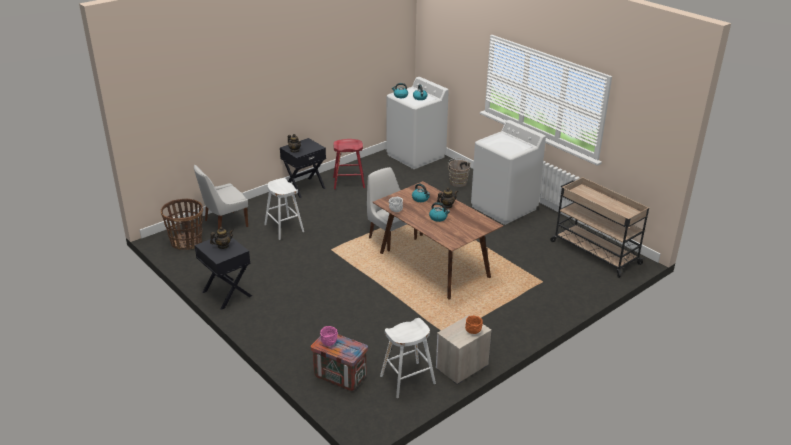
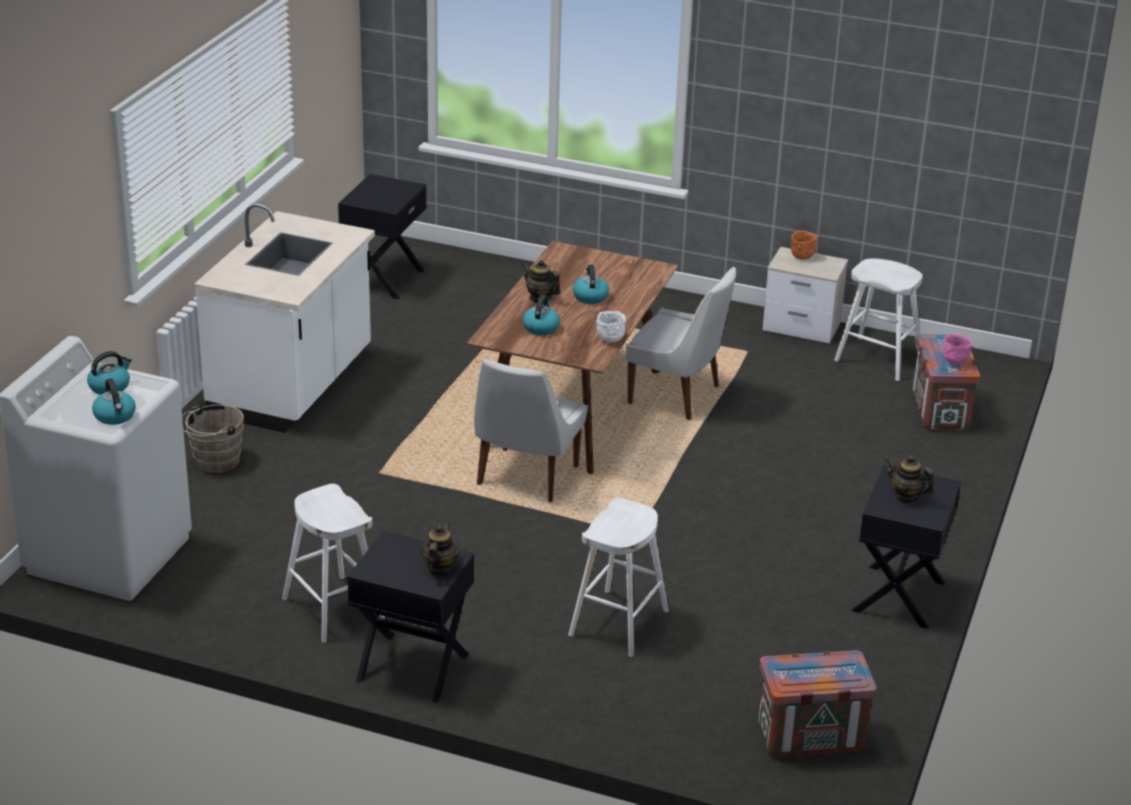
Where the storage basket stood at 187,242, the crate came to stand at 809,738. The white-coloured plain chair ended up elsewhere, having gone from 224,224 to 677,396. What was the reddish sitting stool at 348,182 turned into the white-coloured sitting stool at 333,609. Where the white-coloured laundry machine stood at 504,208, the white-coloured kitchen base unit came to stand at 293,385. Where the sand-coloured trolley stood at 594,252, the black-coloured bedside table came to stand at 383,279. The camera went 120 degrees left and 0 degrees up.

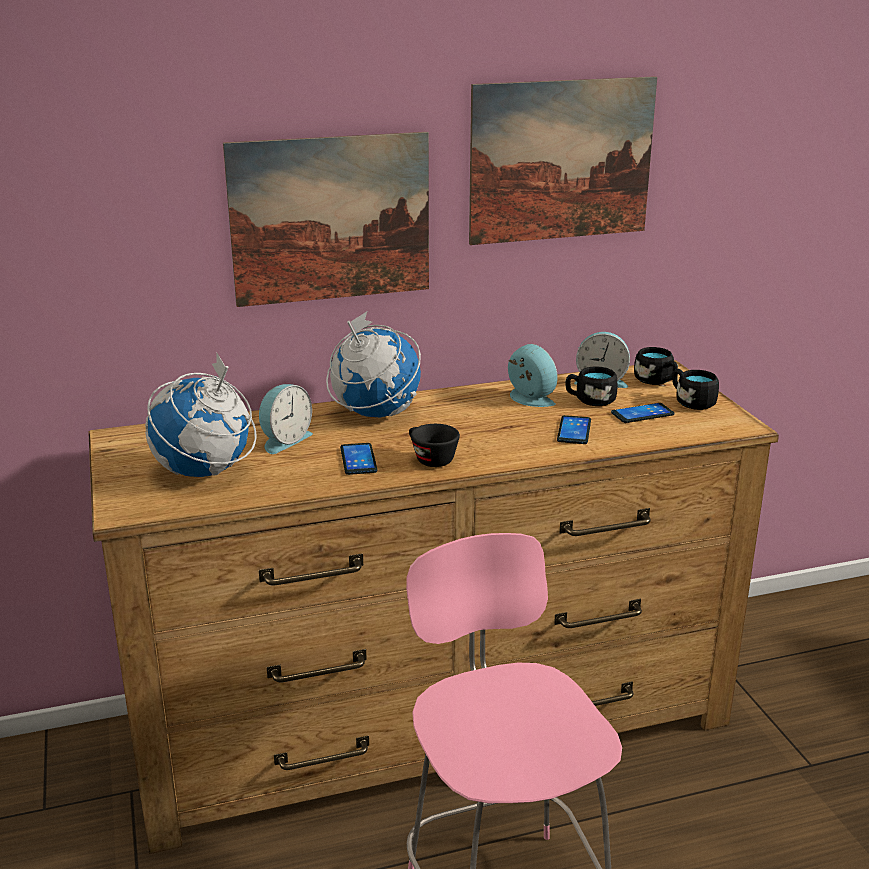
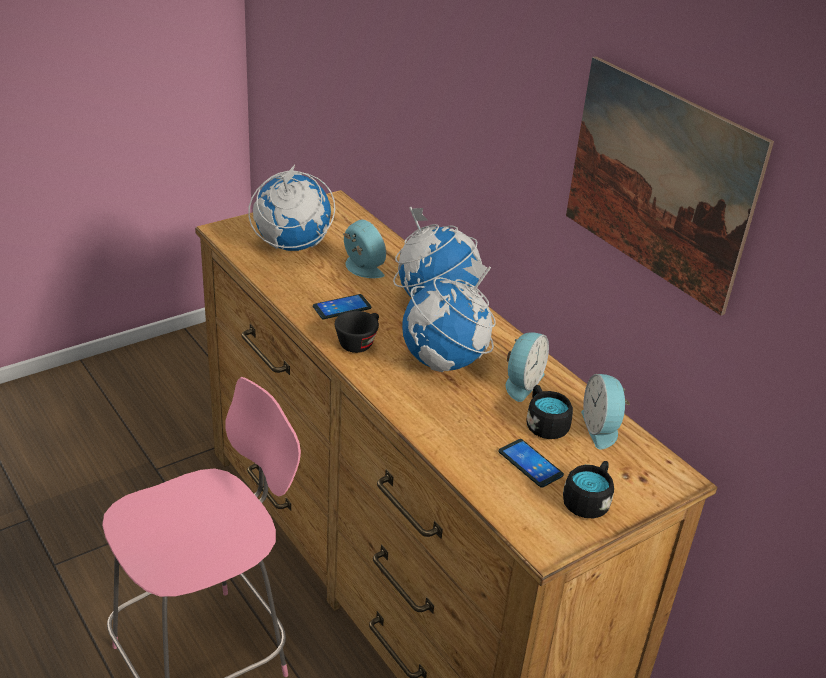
The second view lost the wall picture at 331,219. The alarm clock at 284,440 ended up facing another way, 150 degrees counterclockwise from before. The second view lost the phone at 574,431. The second view lost the black-coloured coffee mug at 656,381. The second view gained the world globe at 445,362. The camera went 70 degrees right and 10 degrees up.

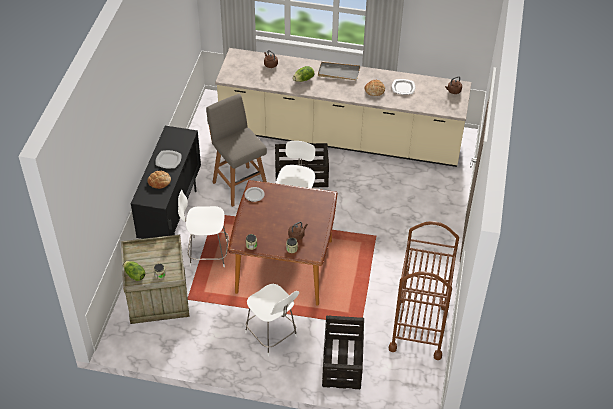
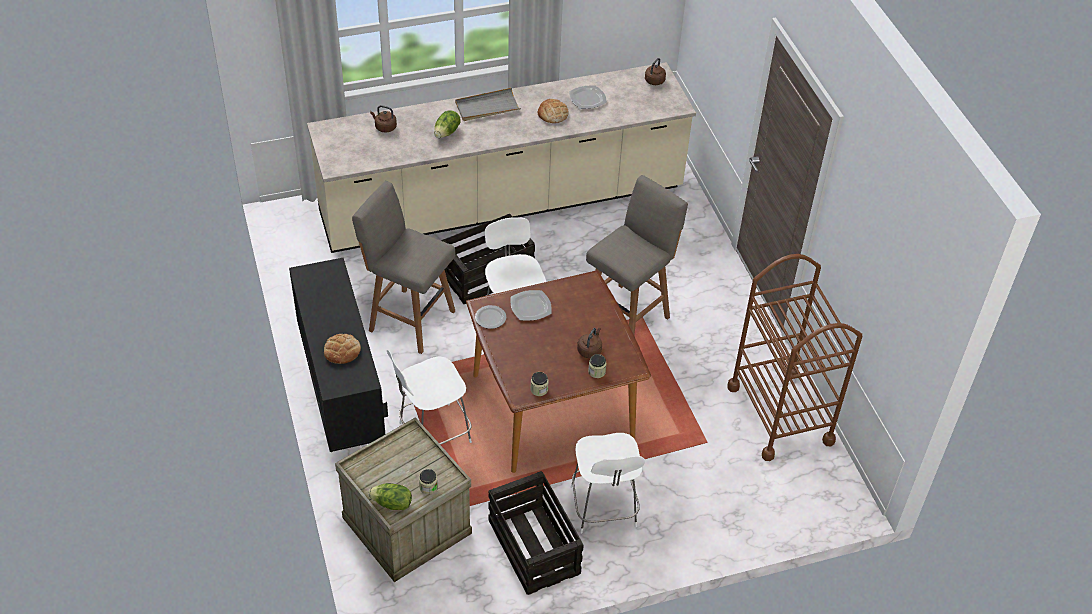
The plate ended up elsewhere, having gone from 168,160 to 530,307. The white-coloured plain chair at 272,336 ended up facing another way, 60 degrees clockwise from before. The crate ended up elsewhere, having gone from 342,361 to 533,546. The second view gained the greyish sitting stool at 627,315. The camera went 30 degrees left and 0 degrees up.

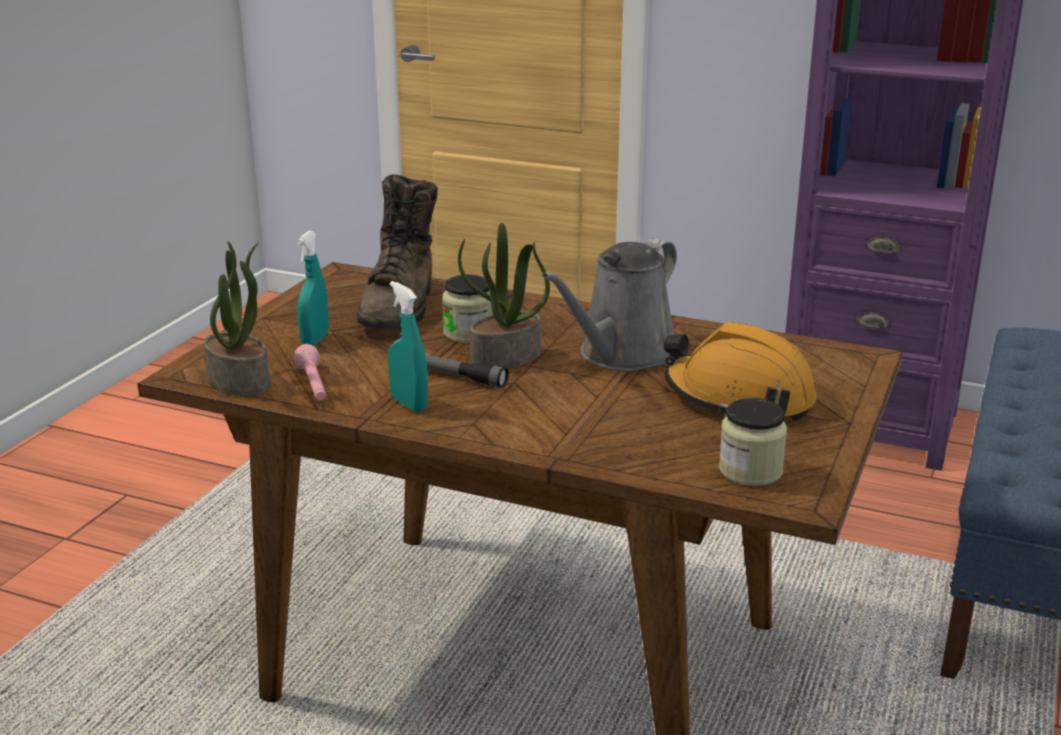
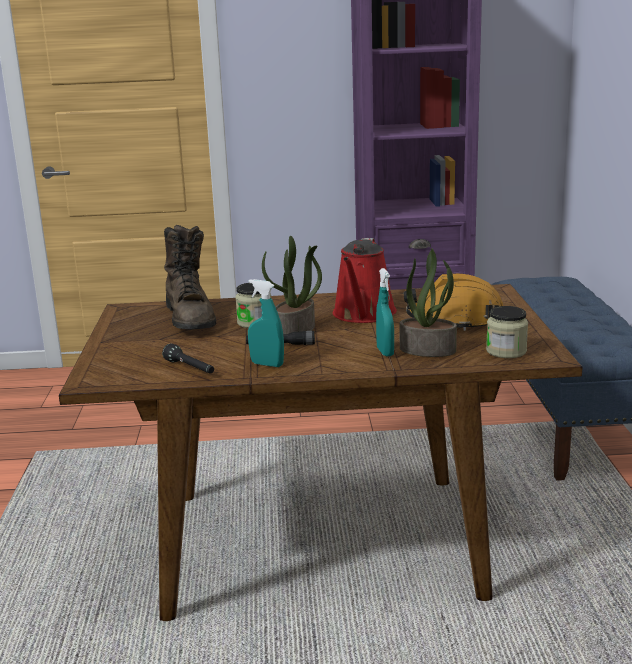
The plant in a pot ended up elsewhere, having gone from 240,381 to 428,350. What was the pink torch at 314,386 turned into the black-coloured torch at 190,369. The turquoise sprayer ended up elsewhere, having gone from 315,340 to 385,352. What was the greyish sprinkling can at 622,355 turned into the reddish sprinkling can at 363,315. The camera went 25 degrees left and 5 degrees down.

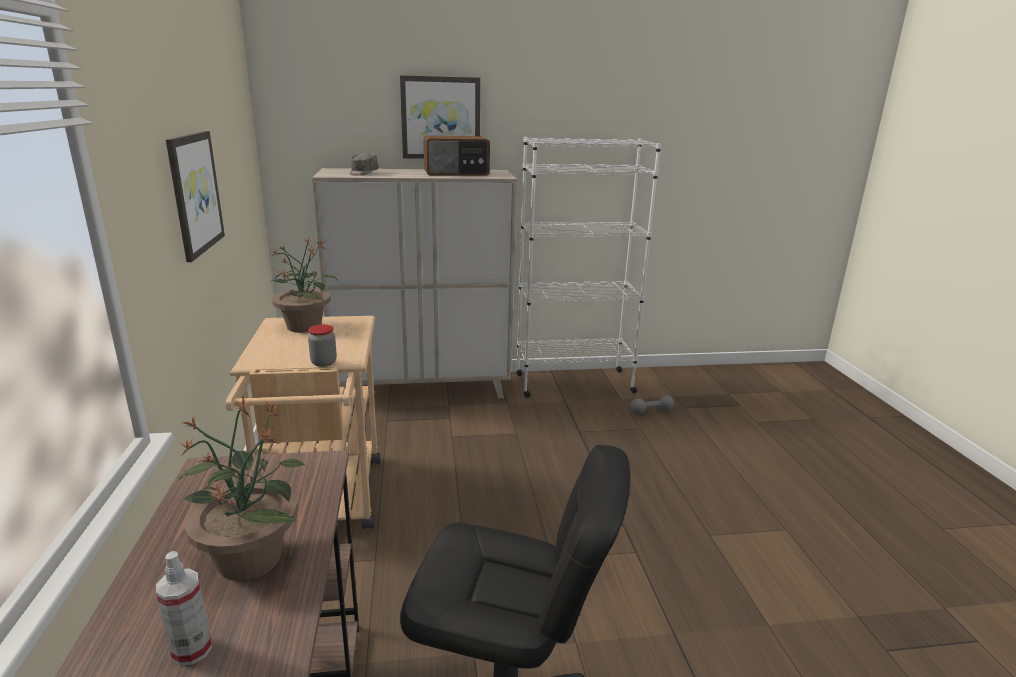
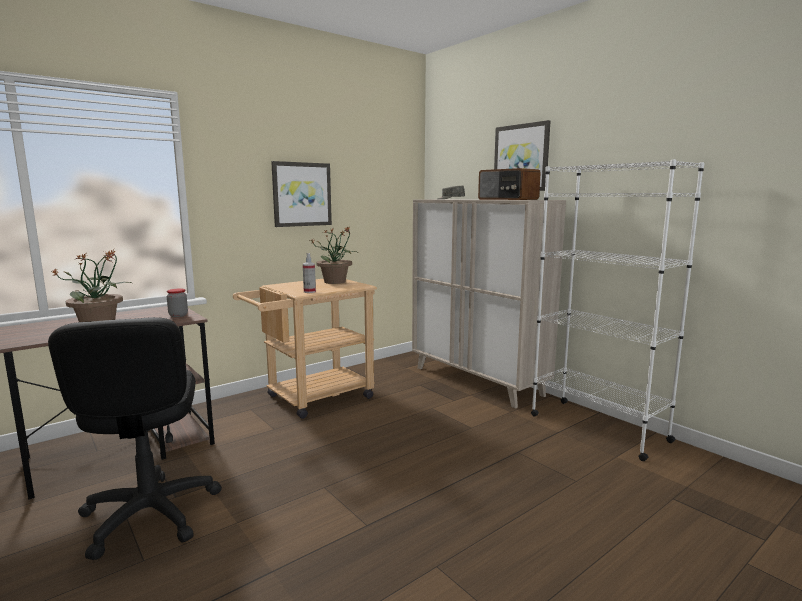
The sprayer ended up elsewhere, having gone from 192,650 to 309,291. The storage jar ended up elsewhere, having gone from 324,362 to 178,315. The second view lost the greyish free weight at 651,411. The camera went 60 degrees right and 10 degrees down.

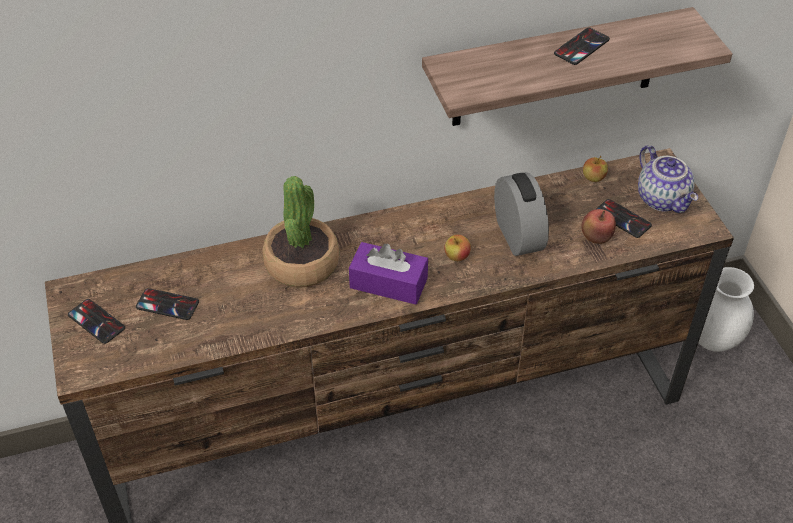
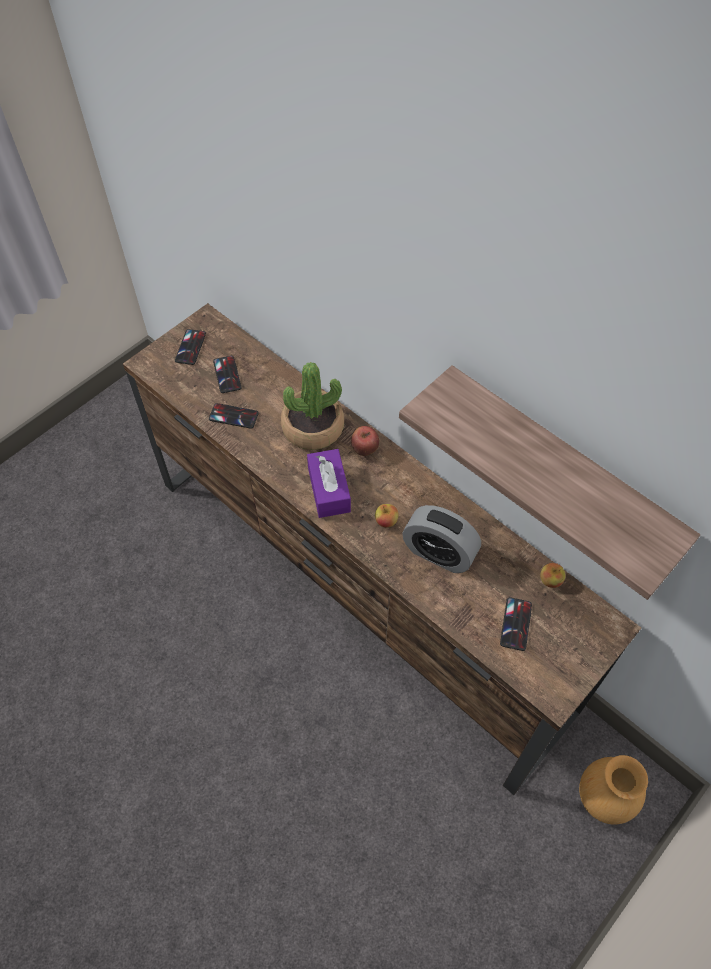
The alarm clock at 518,235 ended up facing another way, 75 degrees clockwise from before. The phone ended up elsewhere, having gone from 581,47 to 233,416. The whole apple ended up elsewhere, having gone from 596,239 to 364,450. The second view lost the pot for tea at 663,199. What was the white-coloured decorative vase at 713,340 turned into the brownish decorative vase at 603,799. The camera went 60 degrees right and 10 degrees up.

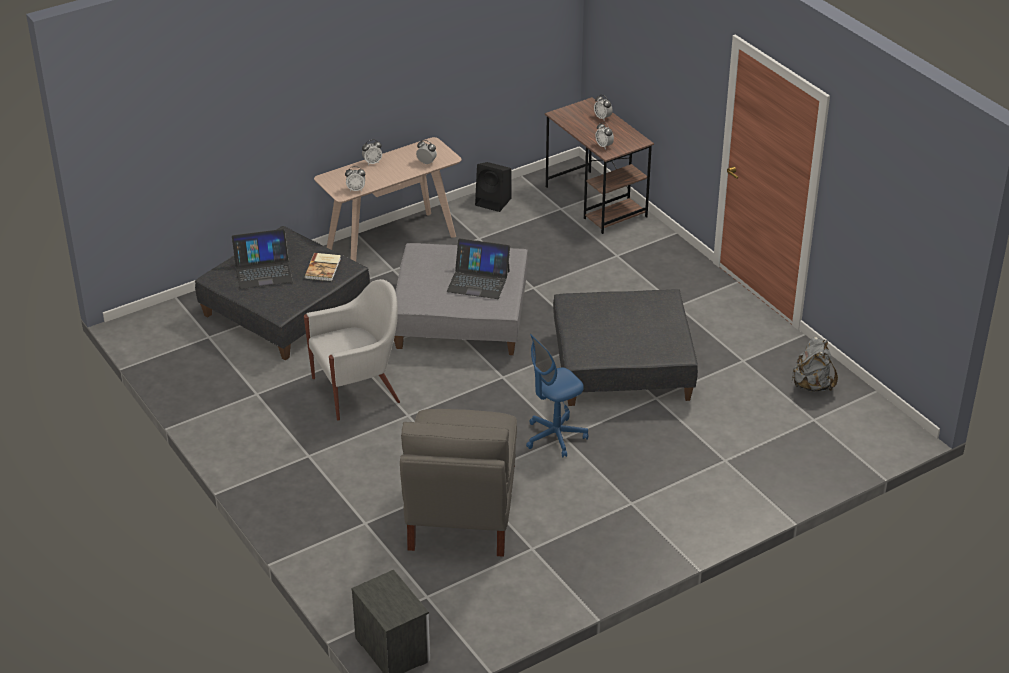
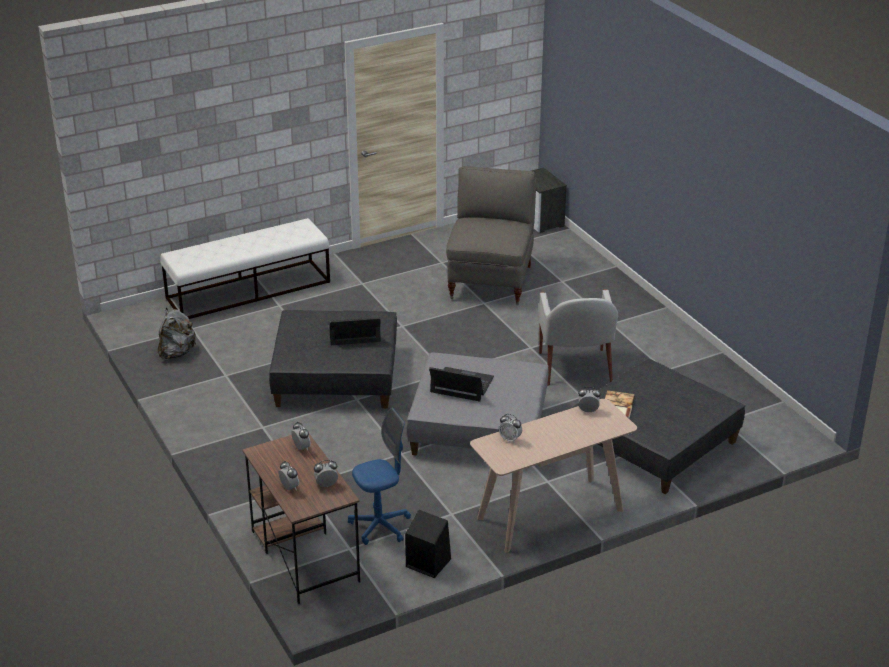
The laptop ended up elsewhere, having gone from 263,271 to 354,332. The white-coloured easy chair at 358,390 ended up facing another way, 75 degrees counterclockwise from before. The alarm clock ended up elsewhere, having gone from 372,162 to 326,485. The bluish computer chair ended up elsewhere, having gone from 555,437 to 380,526. The second view gained the white-coloured indoor bench at 249,290. The camera went 175 degrees left and 5 degrees down.

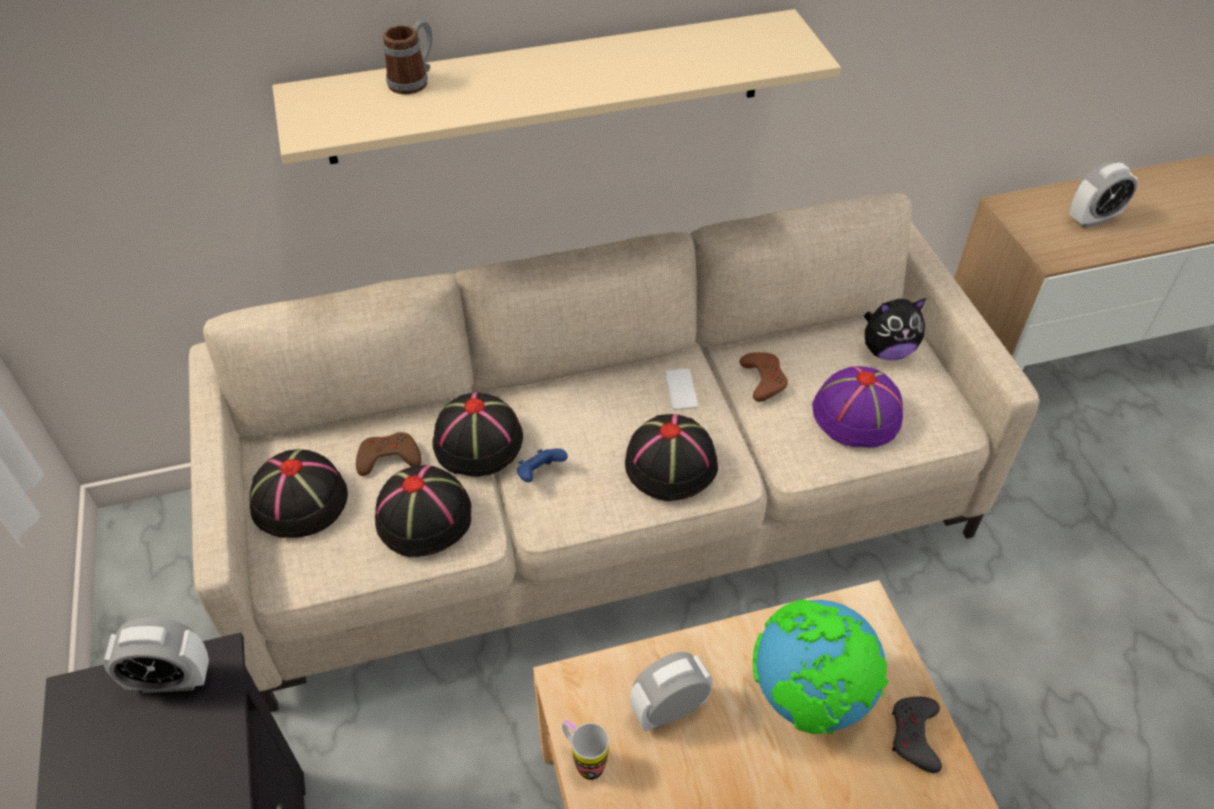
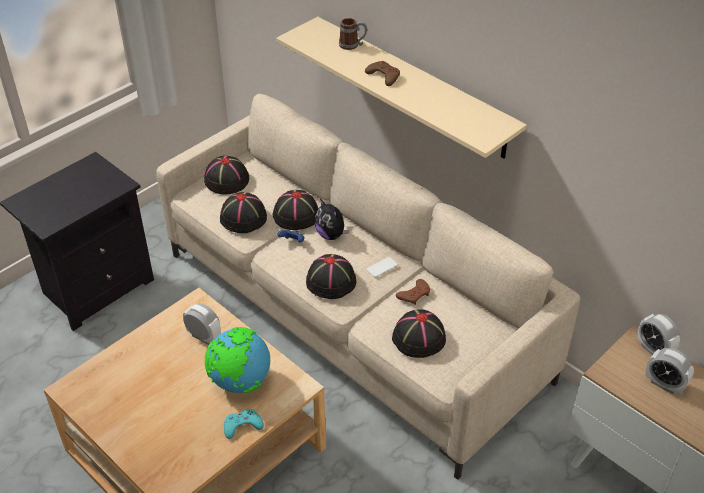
The alarm clock ended up elsewhere, having gone from 171,679 to 653,350. The brownish game controller ended up elsewhere, having gone from 388,458 to 383,76. The second view lost the coffee mug at 584,761. What was the purplish wearable hat at 857,415 turned into the black-coloured wearable hat at 418,338. The cuddly toy ended up elsewhere, having gone from 887,350 to 331,235. What was the greyish game controller at 915,735 turned into the turquoise game controller at 242,425. The camera went 60 degrees right and 5 degrees down.

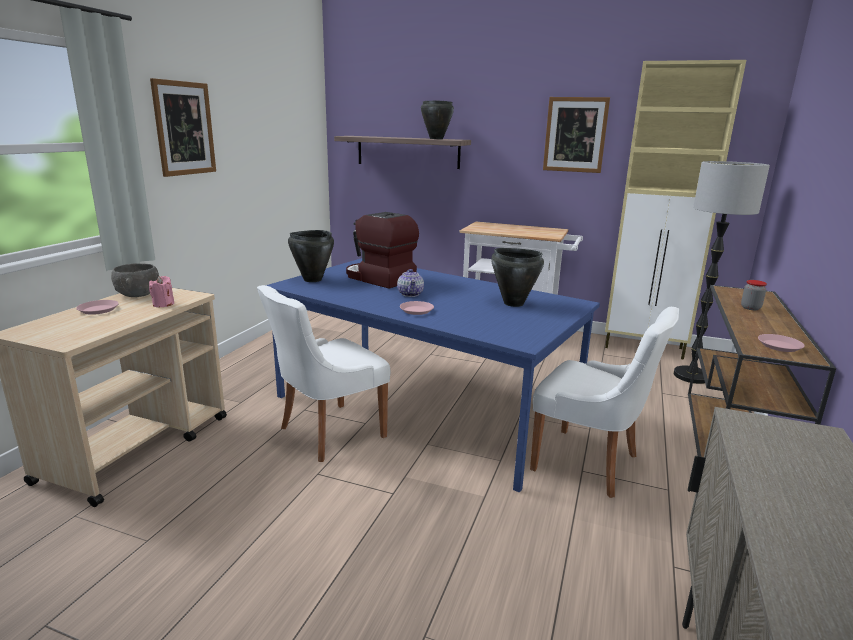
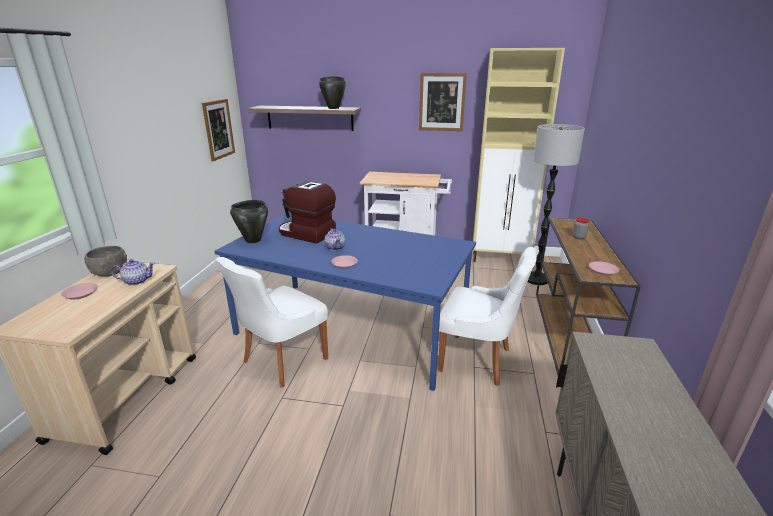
Where the pink wax candle stood at 163,304, the pot for tea came to stand at 136,281. The wall picture ended up elsewhere, having gone from 184,128 to 218,129. The second view lost the black-coloured cooking pot at 513,303. The camera went 10 degrees left and 5 degrees up.

